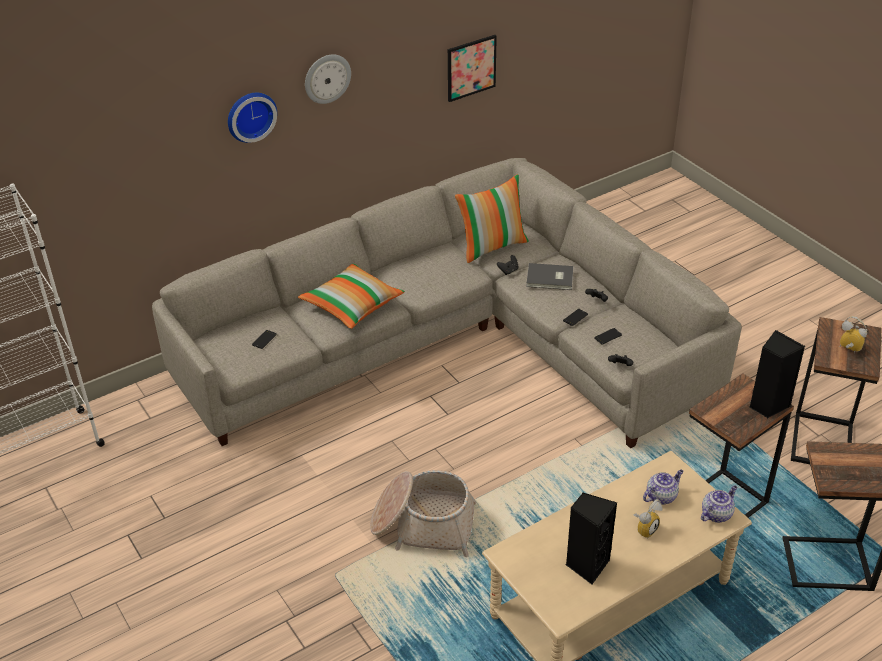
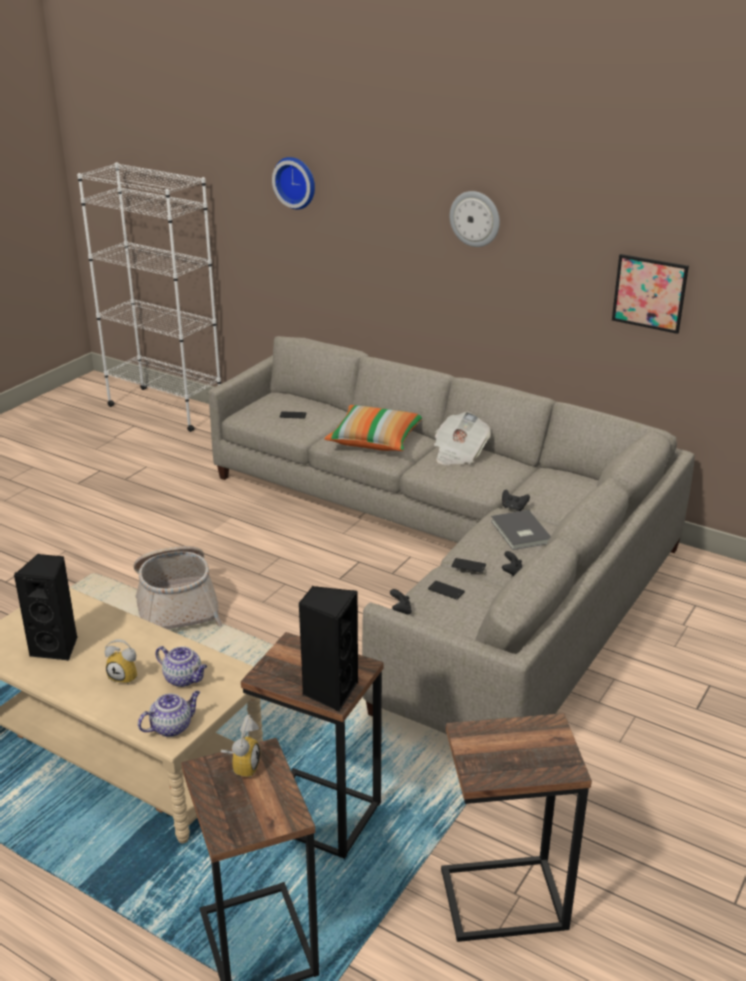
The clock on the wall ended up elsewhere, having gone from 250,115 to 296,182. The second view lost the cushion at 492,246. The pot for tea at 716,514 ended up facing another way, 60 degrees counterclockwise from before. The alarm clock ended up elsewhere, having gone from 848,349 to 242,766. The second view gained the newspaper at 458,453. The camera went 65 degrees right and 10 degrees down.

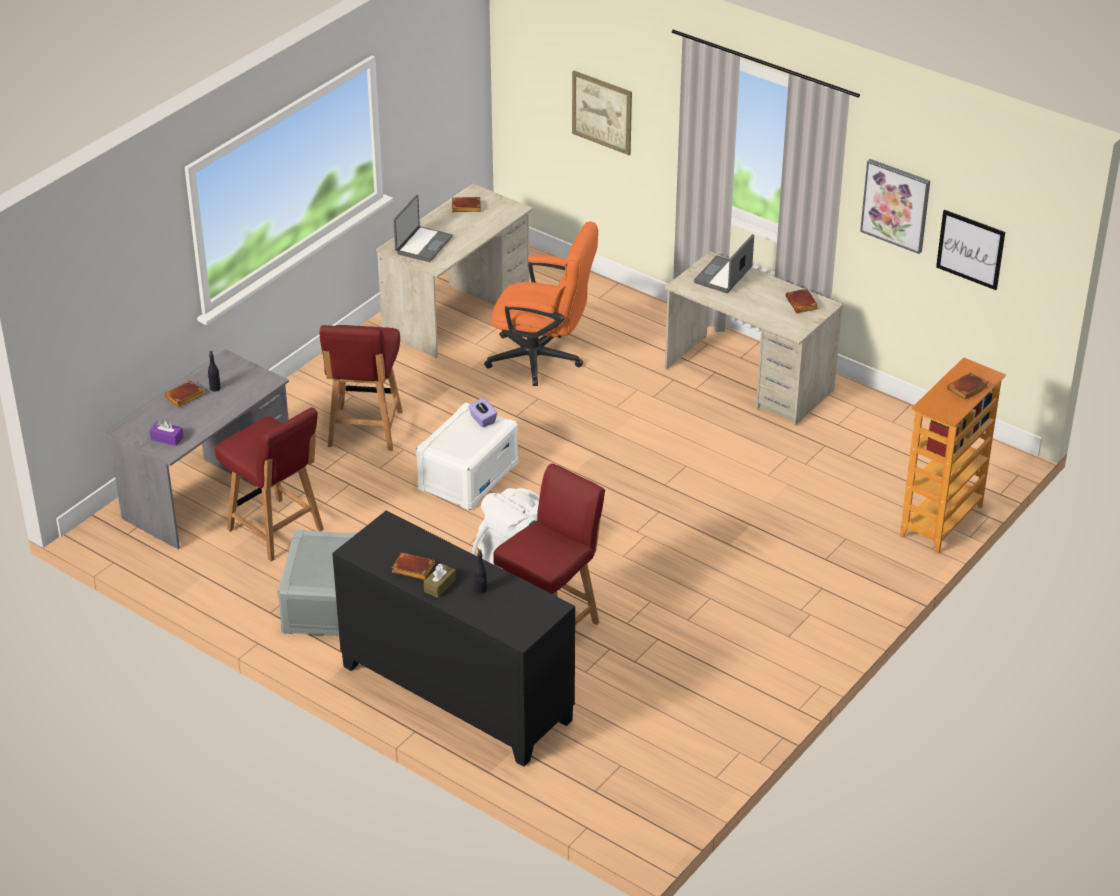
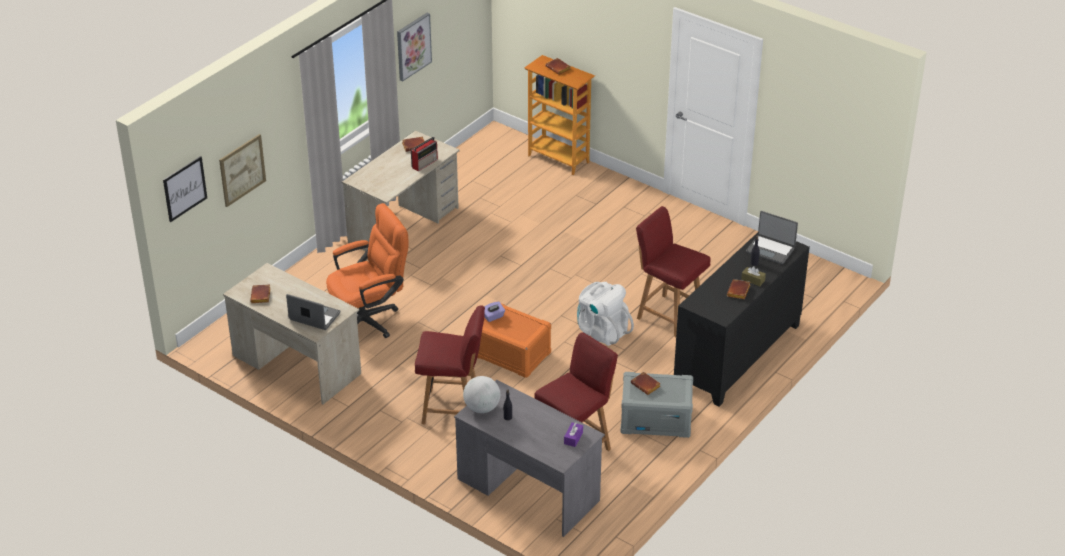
The brownish book ended up elsewhere, having gone from 184,397 to 646,385. What was the white-coloured storage container at 468,476 turned into the orange storage container at 510,354. The orange computer chair at 543,360 ended up facing another way, 45 degrees clockwise from before. The laptop ended up elsewhere, having gone from 724,276 to 770,250. The wall picture ended up elsewhere, having gone from 970,249 to 185,188. The second view gained the radio receiver at 425,163. The second view gained the world globe at 482,408. The camera went 90 degrees left and 0 degrees up.

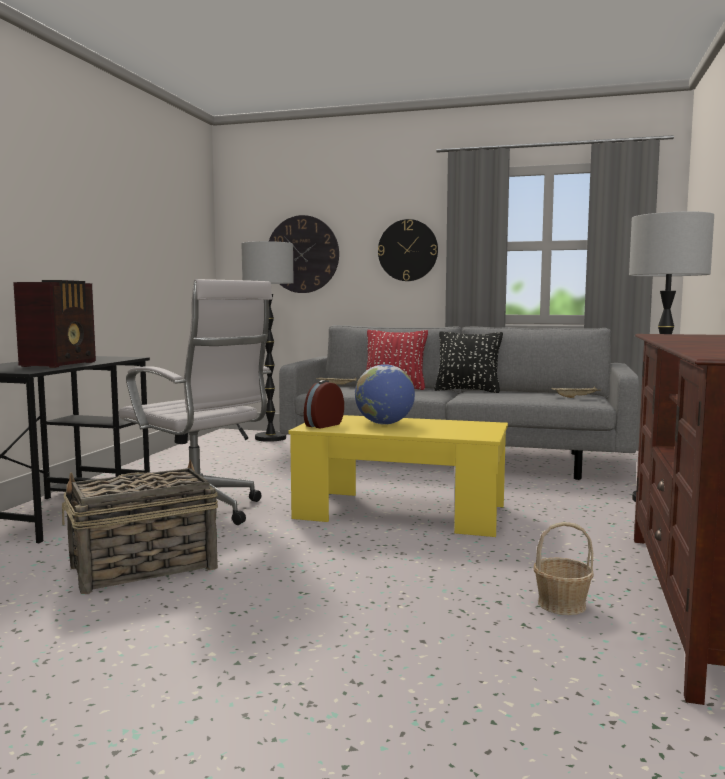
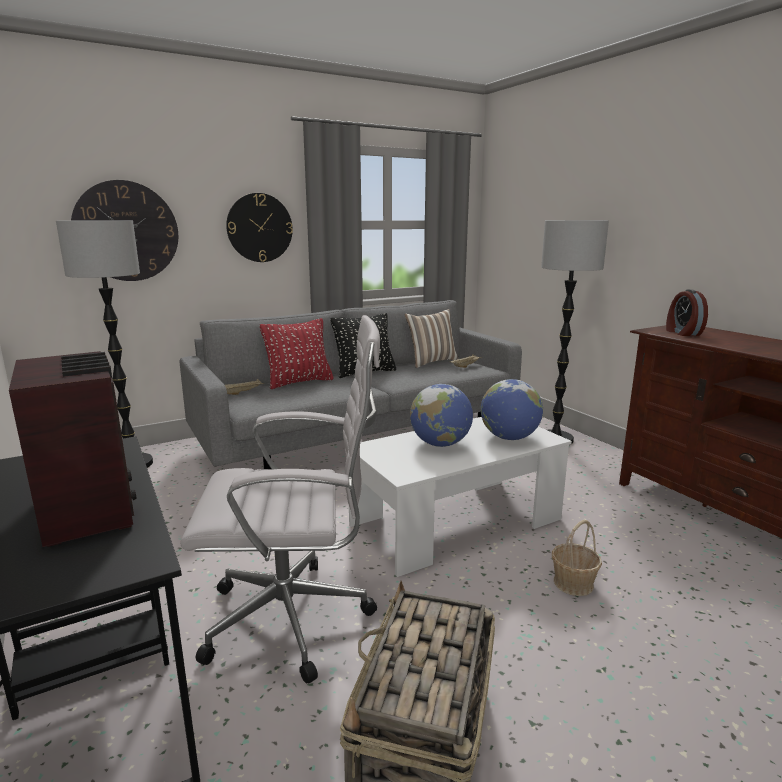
What was the yellowish low table at 400,512 turned into the white-coloured low table at 456,522. The alarm clock ended up elsewhere, having gone from 323,425 to 682,333. The storage basket ended up elsewhere, having gone from 561,604 to 573,583. The second view gained the cushion at 431,362. The second view gained the world globe at 509,438. The camera went 45 degrees left and 10 degrees up.

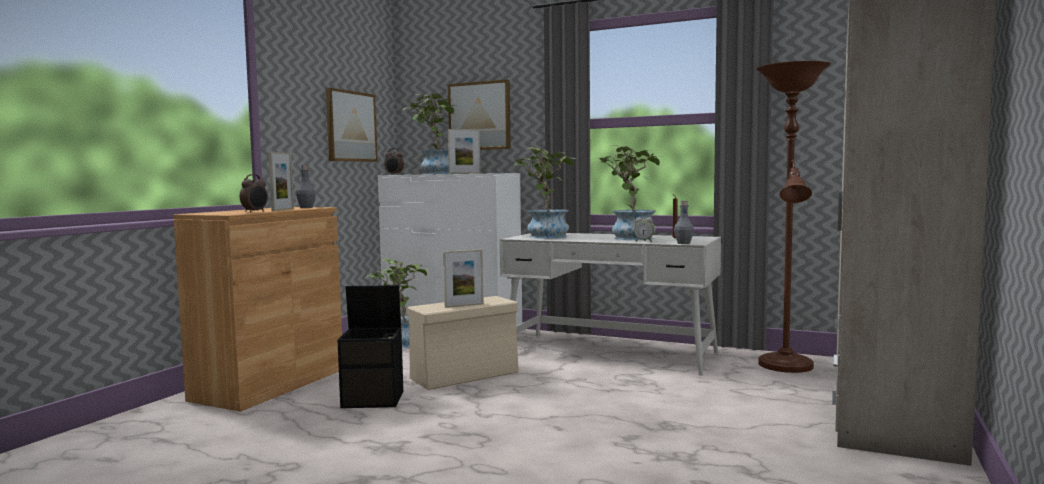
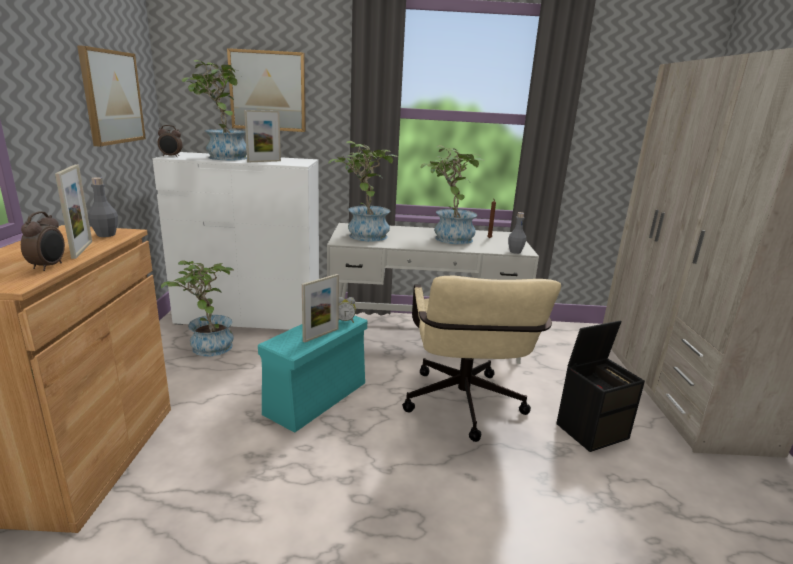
The black-coloured storage container ended up elsewhere, having gone from 374,399 to 592,430. What was the sand-coloured storage container at 466,375 turned into the turquoise storage container at 317,397. The alarm clock ended up elsewhere, having gone from 644,241 to 345,321. The second view lost the brownish standing lamp at 786,367. The second view gained the sand-coloured computer chair at 464,409. The camera went 25 degrees left and 15 degrees up.

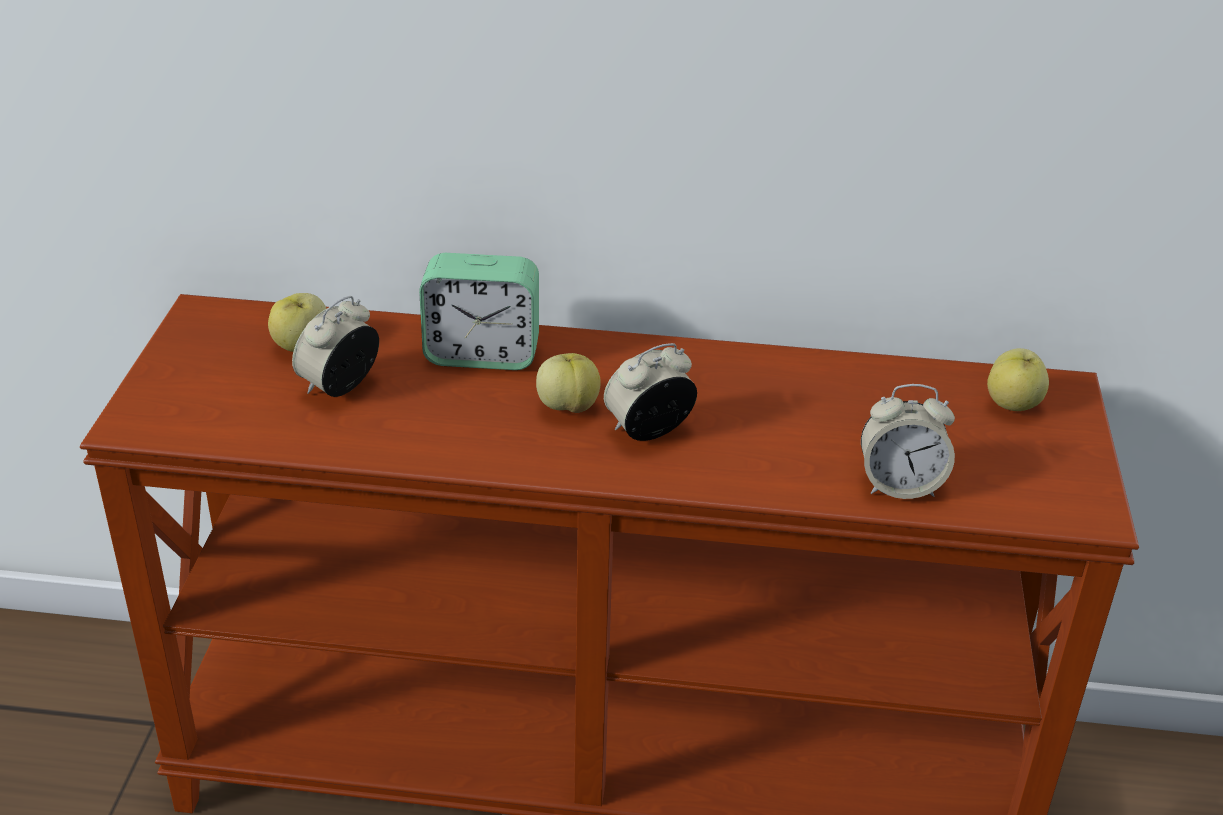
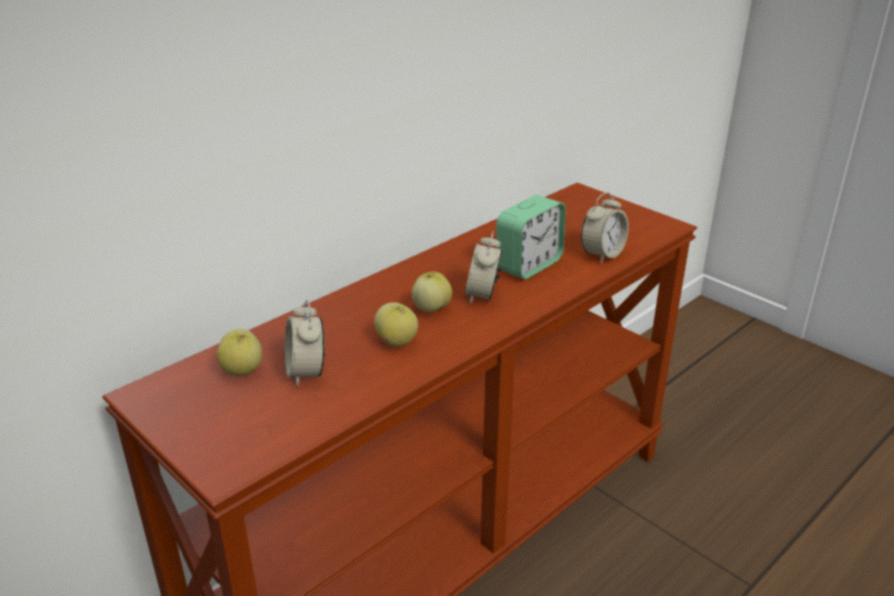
The alarm clock ended up elsewhere, having gone from 482,354 to 529,265. The whole apple ended up elsewhere, having gone from 1013,404 to 397,341. The camera went 50 degrees left and 5 degrees down.

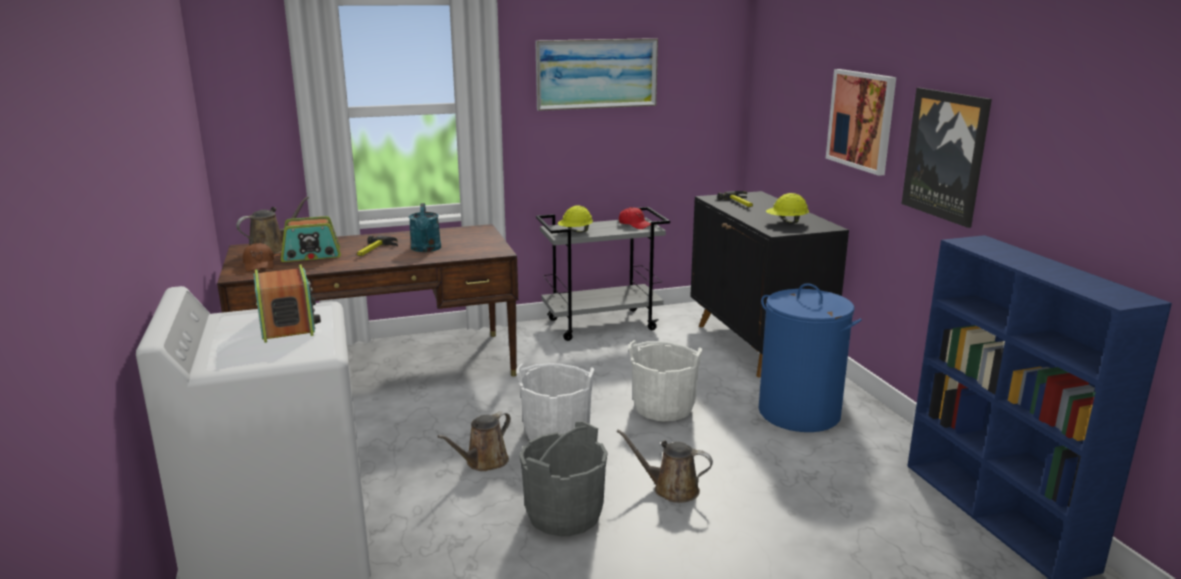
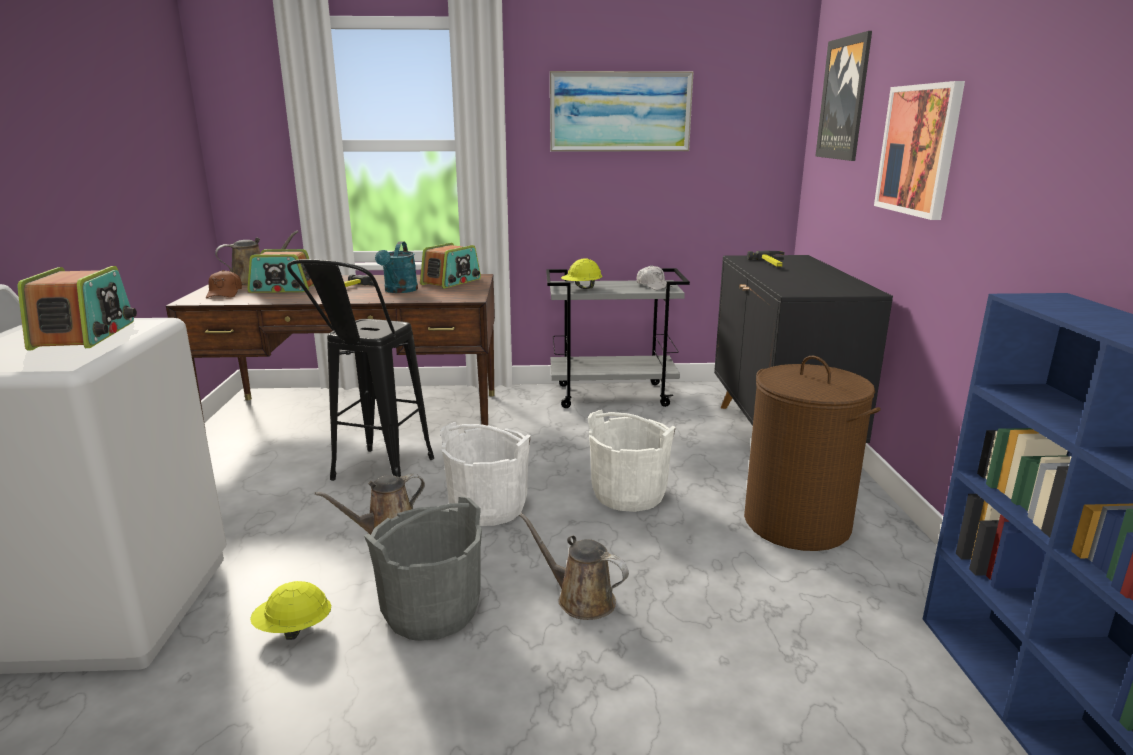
What was the reddish peaked cap at 635,225 turned into the white-coloured peaked cap at 654,286. What was the bluish laundry basket at 799,413 turned into the brownish laundry basket at 797,523. The yellowish hard hat ended up elsewhere, having gone from 786,222 to 293,629. The wall picture ended up elsewhere, having gone from 946,155 to 844,99. The second view gained the black-coloured sitting stool at 375,476. The second view gained the radio receiver at 451,282. The camera went 15 degrees right and 0 degrees up.

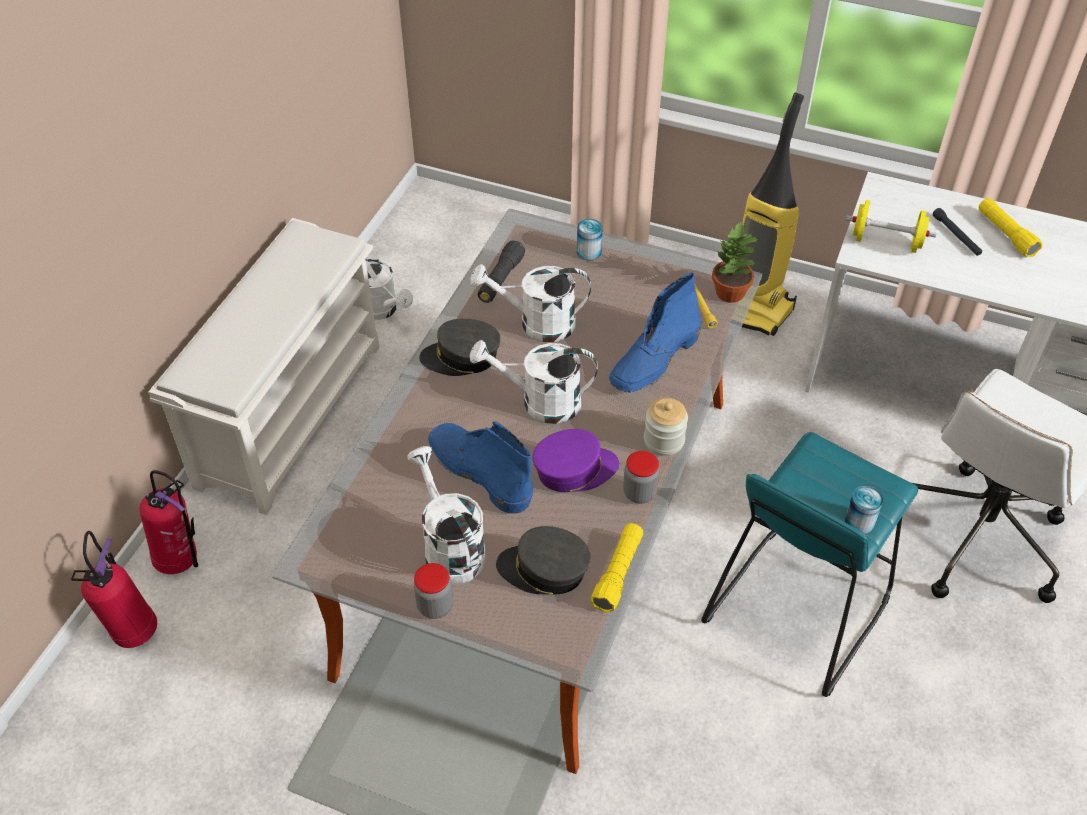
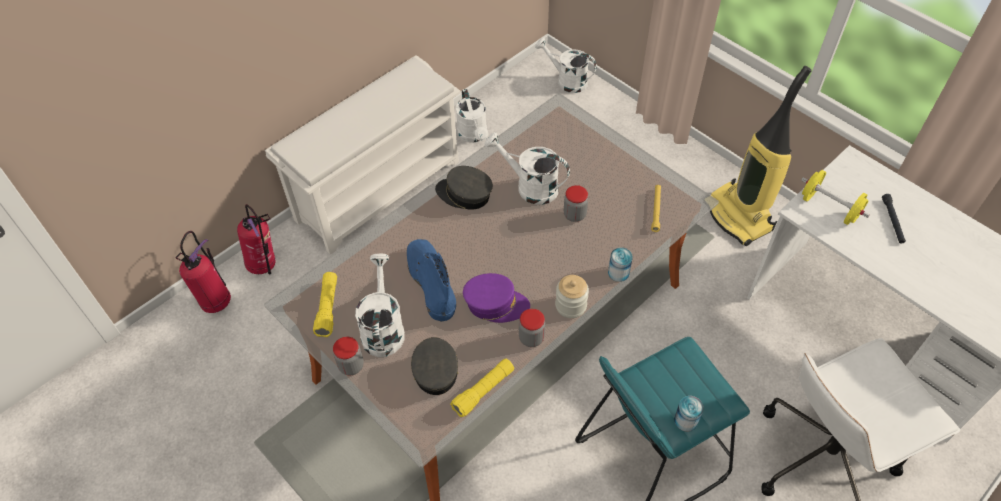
The white-coloured sprinkling can ended up elsewhere, having gone from 540,402 to 566,80. The second view lost the black-coloured torch at 501,280. The greyish peaked cap at 544,570 ended up facing another way, 45 degrees clockwise from before. The can ended up elsewhere, having gone from 589,252 to 618,273. The second view lost the bluish boot at 654,360. The second view lost the plant in a pot at 729,293. The yellowish torch ended up elsewhere, having gone from 1005,234 to 328,308. The second view gained the storage jar at 574,215. The camera went 25 degrees right and 5 degrees up.

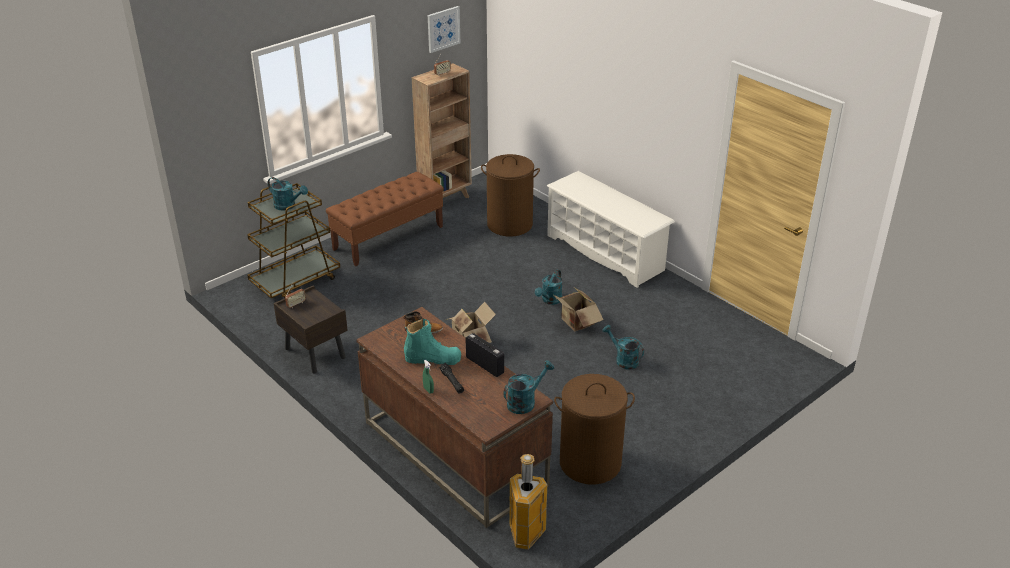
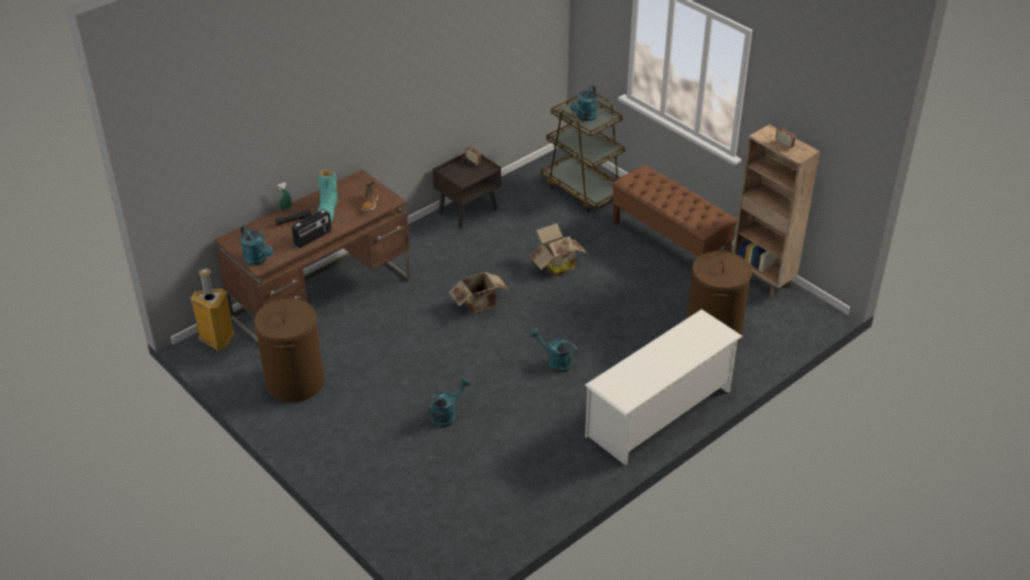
The second view lost the wall picture at 443,29. The cardboard box ended up elsewhere, having gone from 576,323 to 555,266. The camera went 90 degrees right and 5 degrees up.

